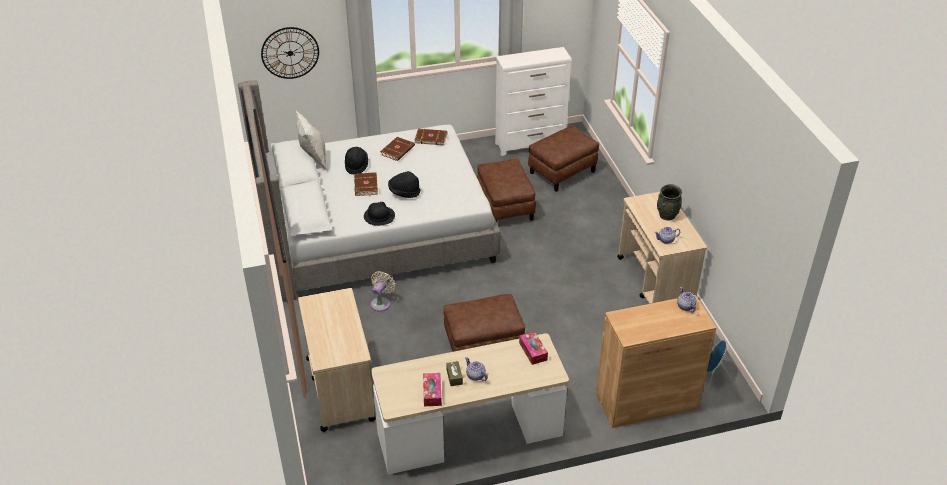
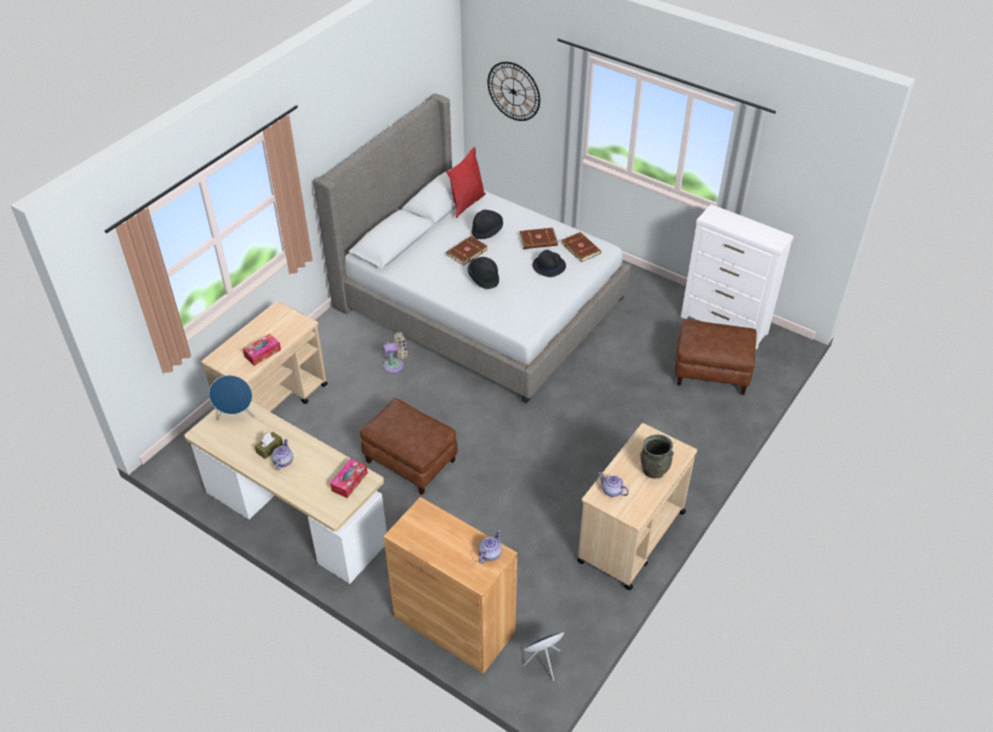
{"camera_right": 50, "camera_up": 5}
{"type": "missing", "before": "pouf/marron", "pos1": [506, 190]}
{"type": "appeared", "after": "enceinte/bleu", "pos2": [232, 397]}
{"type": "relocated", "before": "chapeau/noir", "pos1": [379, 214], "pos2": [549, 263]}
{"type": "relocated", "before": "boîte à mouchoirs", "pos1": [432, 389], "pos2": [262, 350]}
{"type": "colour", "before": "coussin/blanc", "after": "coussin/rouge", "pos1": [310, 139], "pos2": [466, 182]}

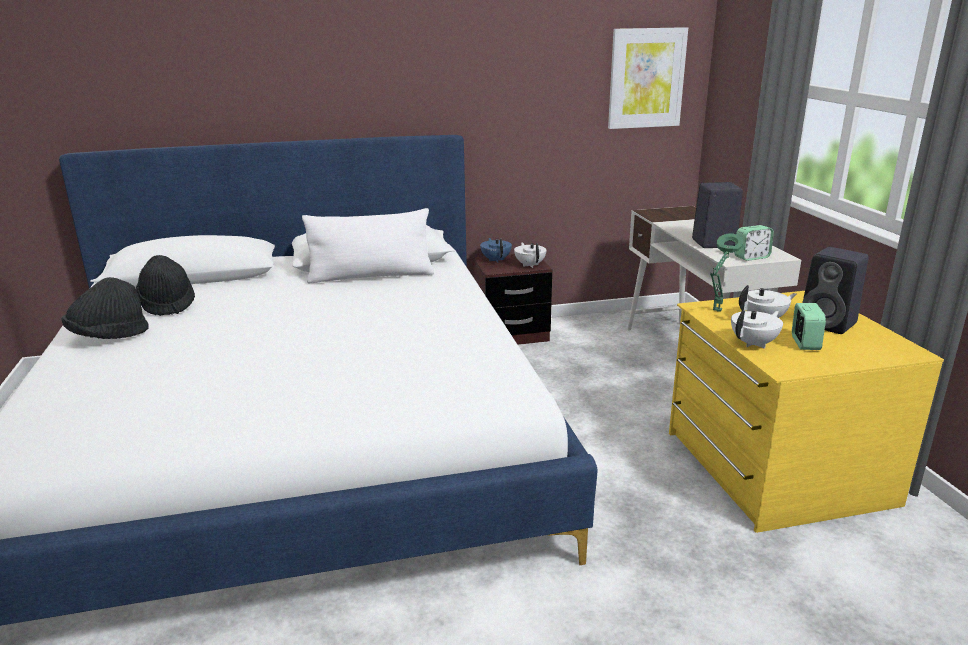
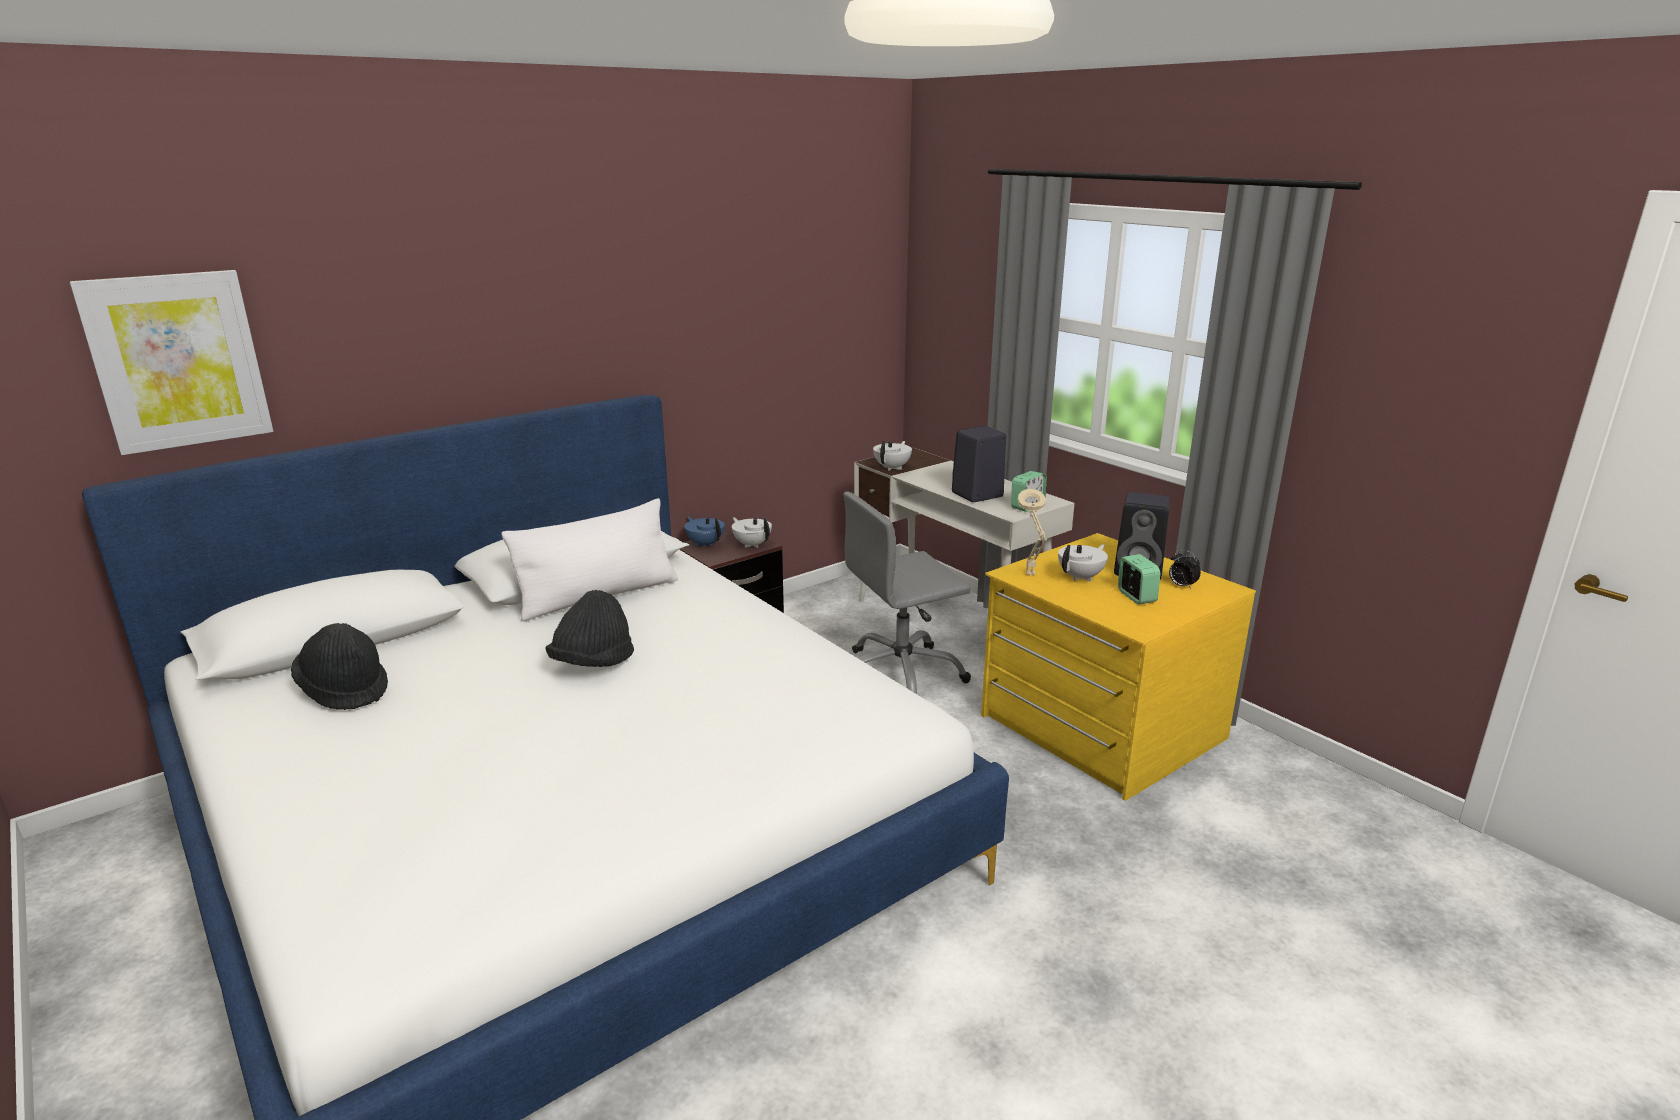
{"camera_right": -25, "camera_up": 0}
{"type": "appeared", "after": "chaise de bureau/gris", "pos2": [907, 593]}
{"type": "appeared", "after": "réveil", "pos2": [1185, 569]}
{"type": "relocated", "before": "chapeau/noir", "pos1": [105, 308], "pos2": [589, 628]}
{"type": "relocated", "before": "tableau", "pos1": [648, 78], "pos2": [171, 362]}
{"type": "relocated", "before": "théière/blanc", "pos1": [757, 329], "pos2": [892, 455]}
{"type": "colour", "before": "lampe de table/vert", "after": "lampe de table/beige", "pos1": [726, 272], "pos2": [1032, 532]}

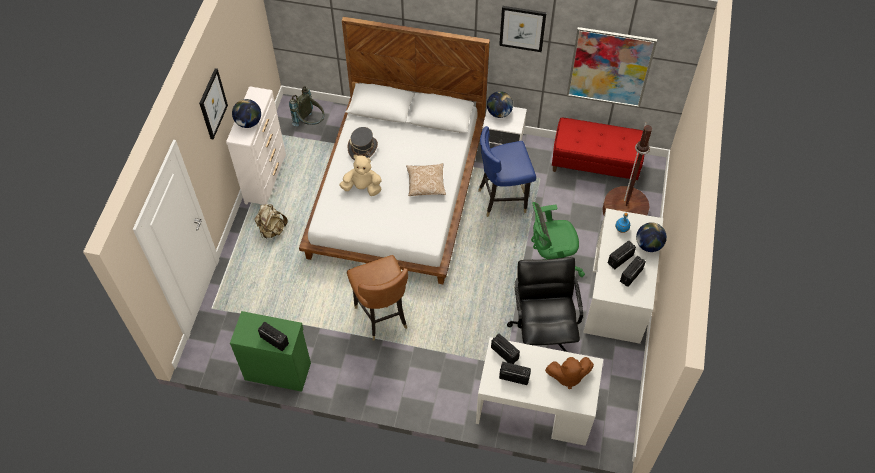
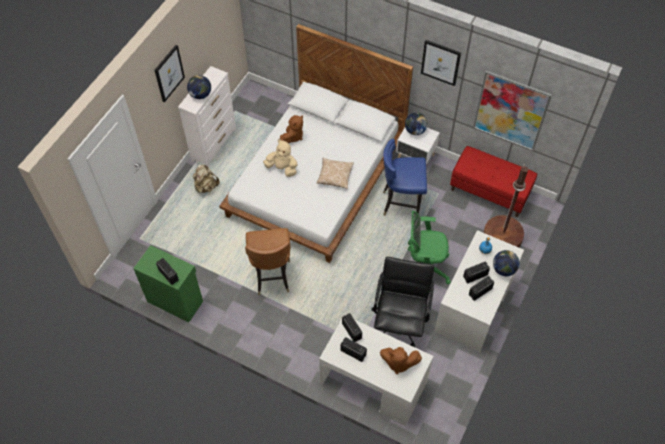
{"camera_right": 15, "camera_up": 0}
{"type": "missing", "before": "sac à dos/gris", "pos1": [306, 106]}
{"type": "exchanged", "before": "chapeau/gris", "after": "peluche/marron", "pos1": [363, 144], "pos2": [291, 129]}

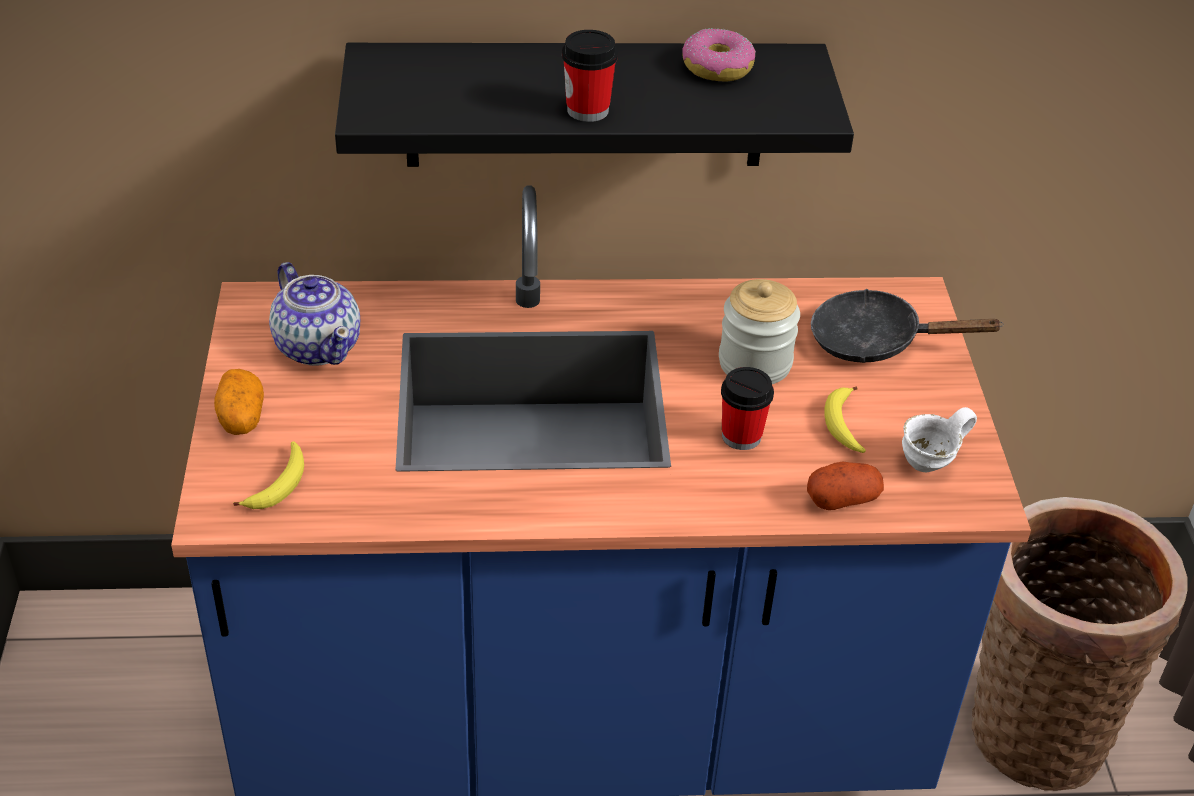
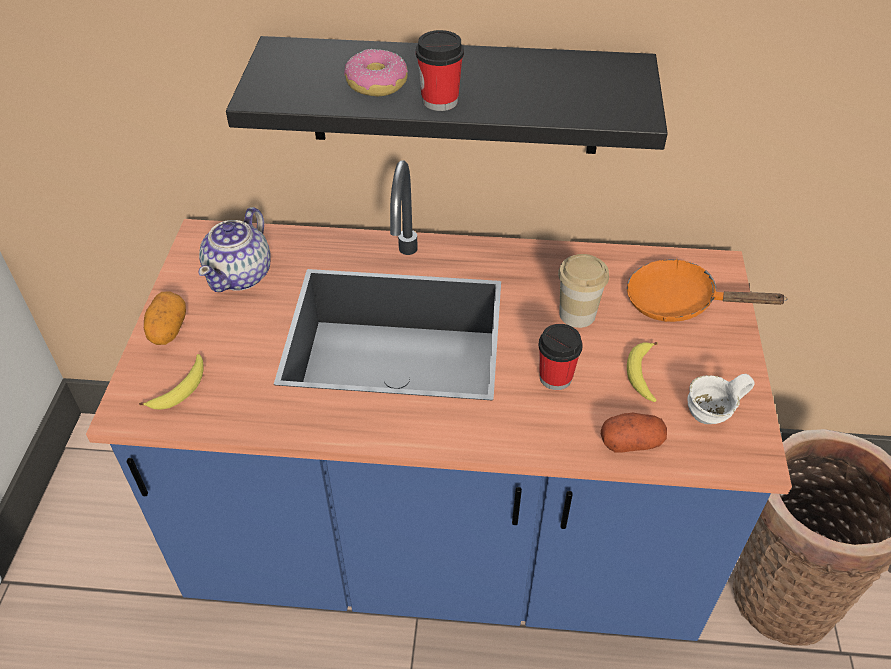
{"camera_right": 10, "camera_up": 5}
{"type": "relocated", "before": "beignet", "pos1": [719, 54], "pos2": [376, 72]}
{"type": "exchanged", "before": "bocal", "after": "tasse", "pos1": [759, 331], "pos2": [583, 291]}
{"type": "colour", "before": "poêle/noir", "after": "poêle/orange", "pos1": [907, 326], "pos2": [707, 290]}
{"type": "spun", "before": "théière", "pos1": [314, 314], "pos2": [235, 249], "turn": 45}

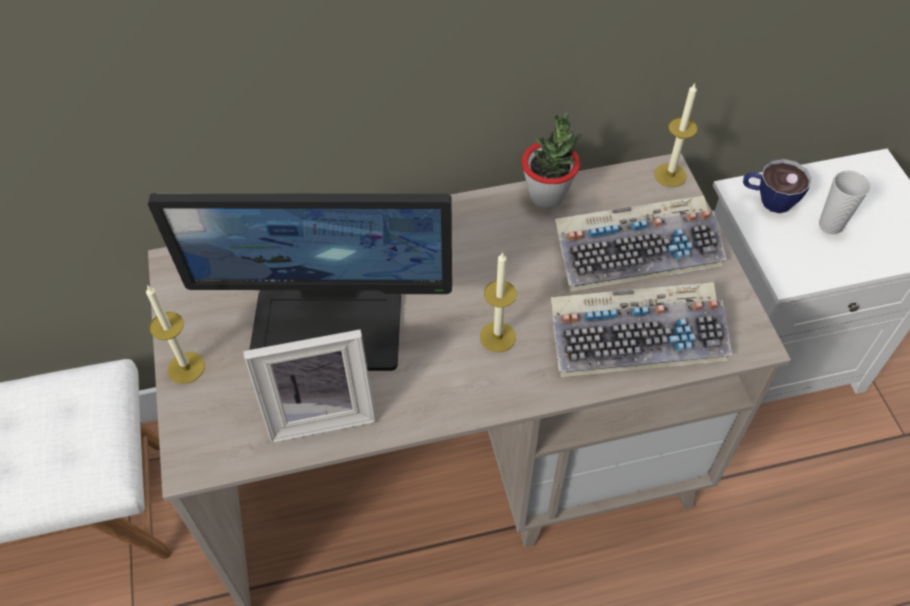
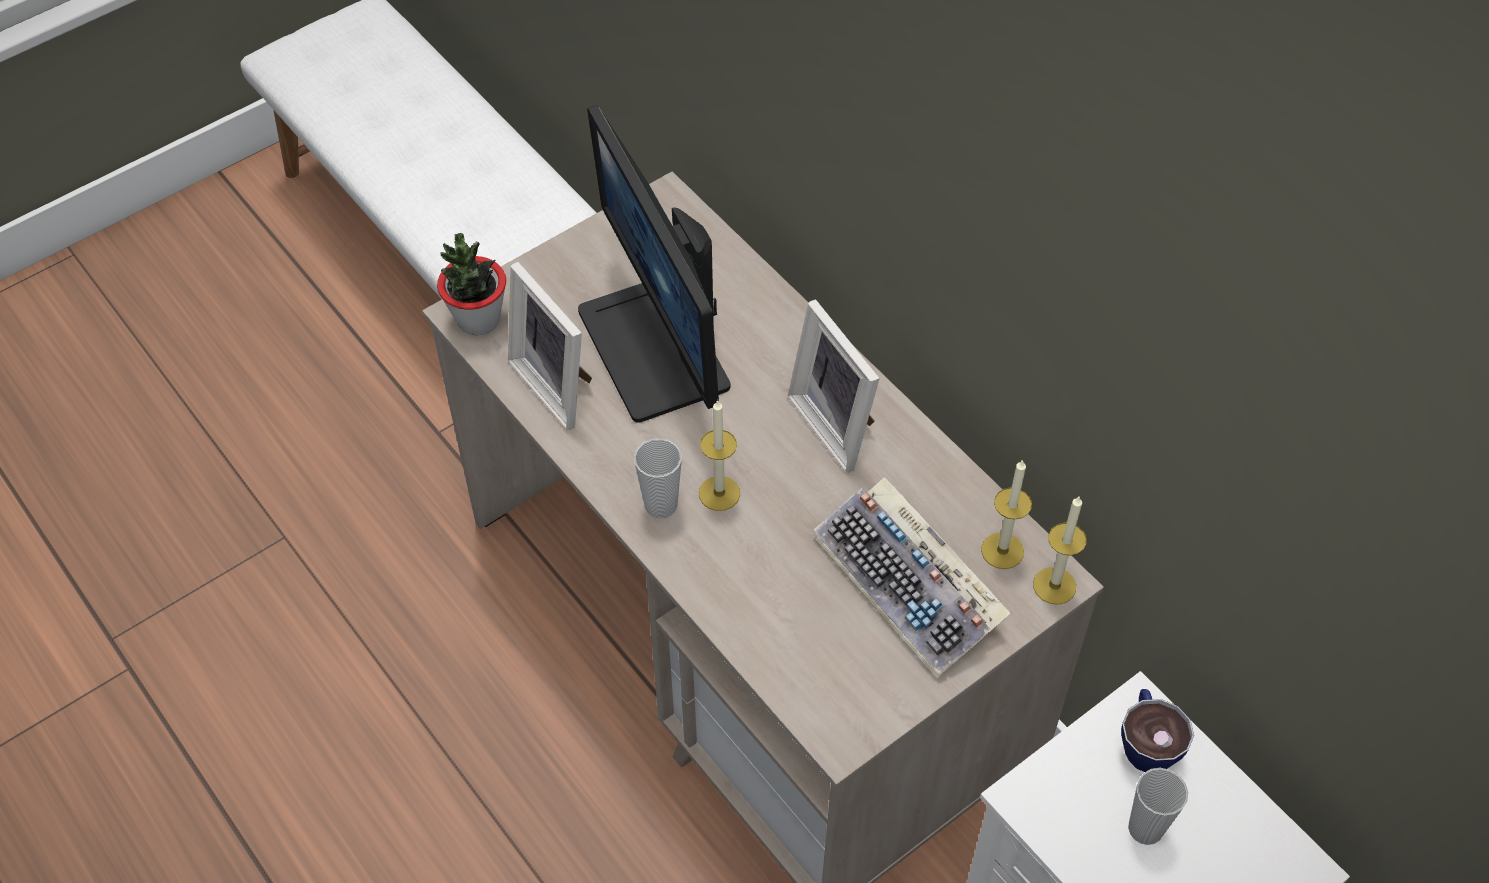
{"camera_right": 65, "camera_up": 0}
{"type": "missing", "before": "clavier", "pos1": [641, 329]}
{"type": "appeared", "after": "tasse", "pos2": [658, 478]}
{"type": "appeared", "after": "cadre photo", "pos2": [834, 386]}
{"type": "relocated", "before": "bougie", "pos1": [175, 334], "pos2": [1006, 514]}
{"type": "relocated", "before": "plante en pot", "pos1": [552, 160], "pos2": [471, 284]}

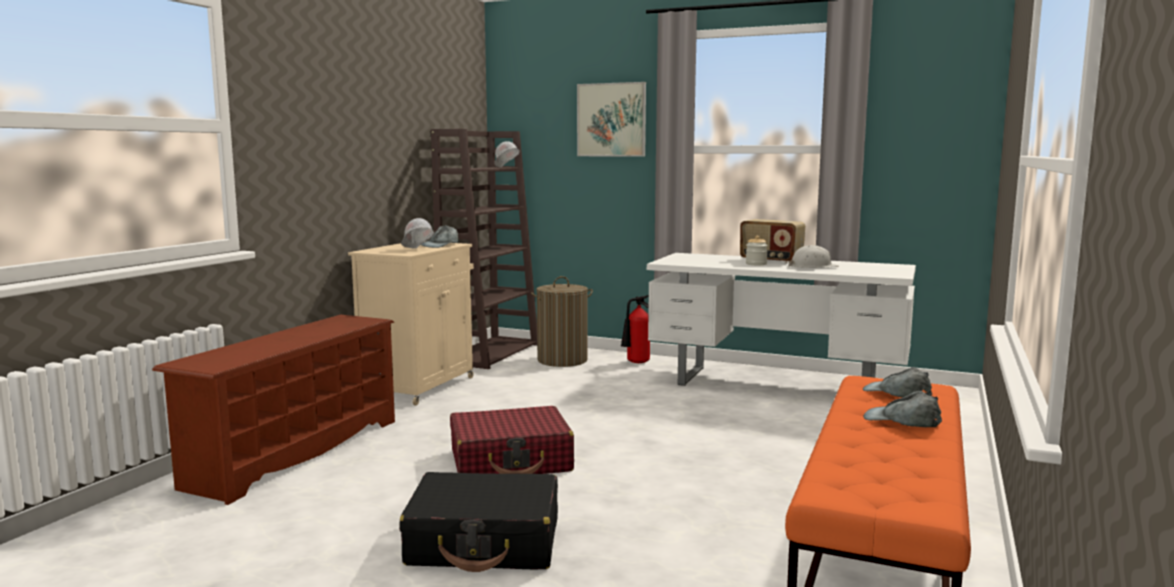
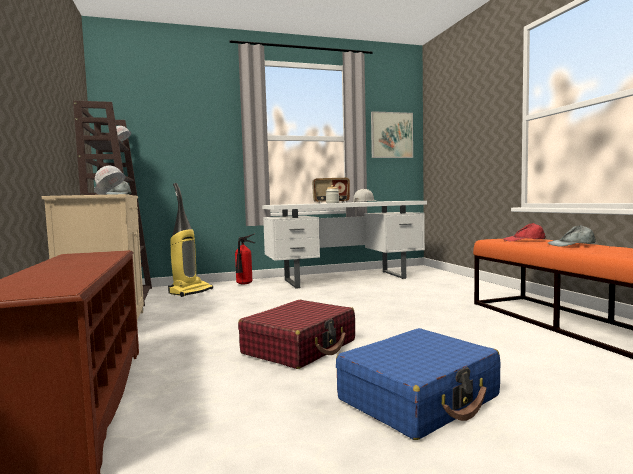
{"camera_right": -40, "camera_up": -5}
{"type": "relocated", "before": "tableau", "pos1": [611, 119], "pos2": [392, 134]}
{"type": "exchanged", "before": "panier à linge", "after": "aspirateur", "pos1": [562, 321], "pos2": [190, 240]}
{"type": "colour", "before": "valise/noir", "after": "valise/bleu", "pos1": [478, 522], "pos2": [418, 384]}
{"type": "colour", "before": "casquette/gris", "after": "casquette/rouge", "pos1": [897, 382], "pos2": [525, 232]}

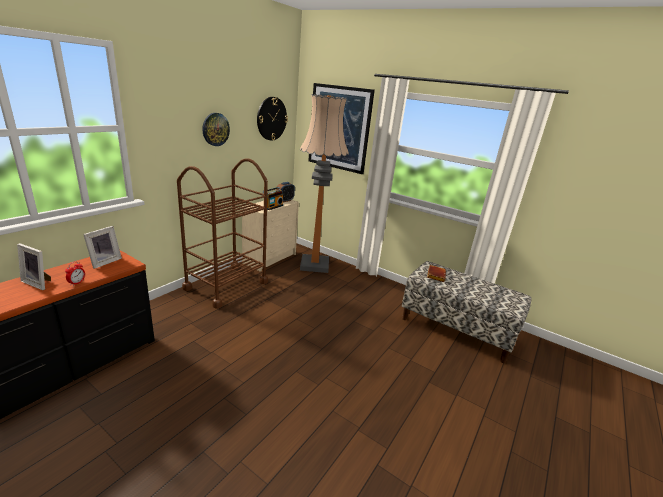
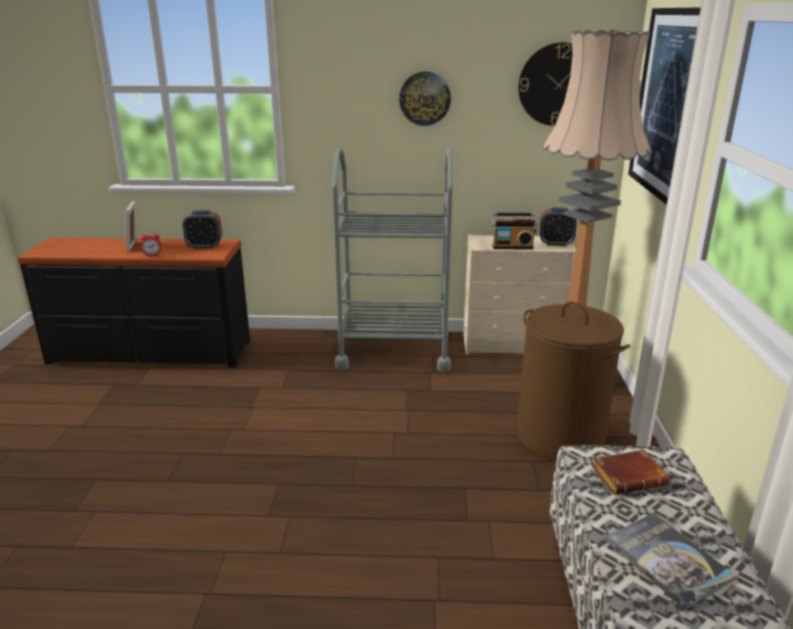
{"camera_right": 60, "camera_up": 0}
{"type": "appeared", "after": "panier à linge/marron", "pos2": [573, 381]}
{"type": "appeared", "after": "livre", "pos2": [670, 561]}
{"type": "exchanged", "before": "cadre photo", "after": "réveil", "pos1": [102, 247], "pos2": [202, 229]}
{"type": "colour", "before": "chariot/marron", "after": "chariot/gris", "pos1": [222, 233], "pos2": [392, 259]}

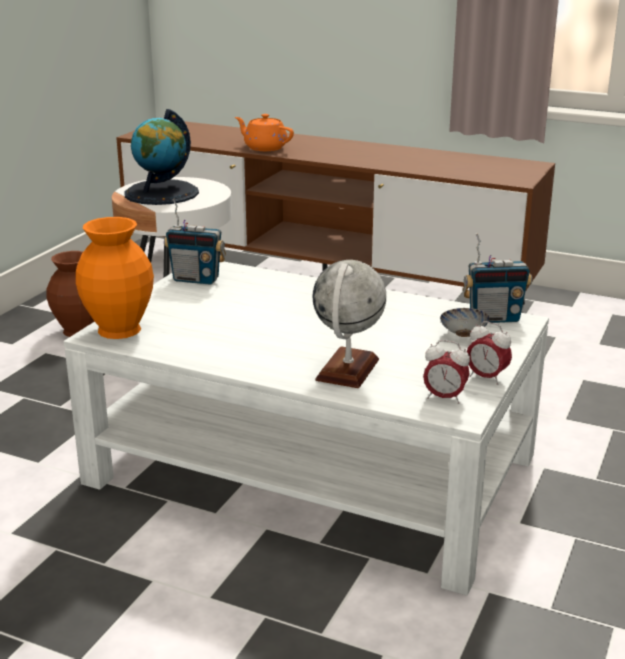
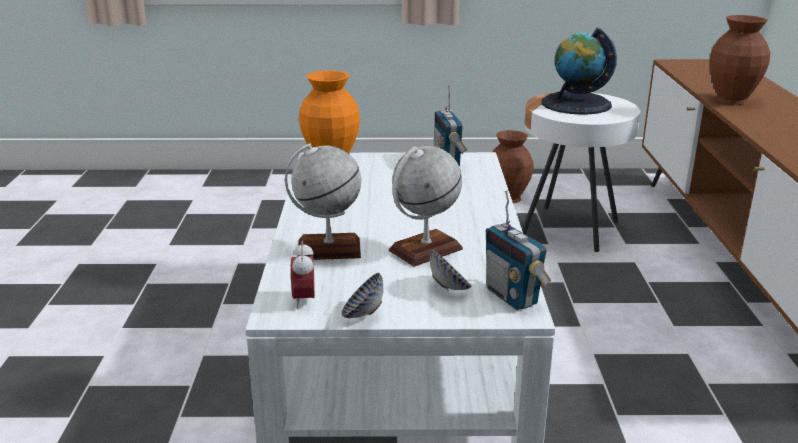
{"camera_right": 65, "camera_up": 0}
{"type": "appeared", "after": "globe", "pos2": [426, 206]}
{"type": "exchanged", "before": "théière/orange", "after": "vase/marron", "pos1": [264, 132], "pos2": [740, 60]}
{"type": "exchanged", "before": "réveil", "after": "bol", "pos1": [489, 353], "pos2": [362, 295]}

